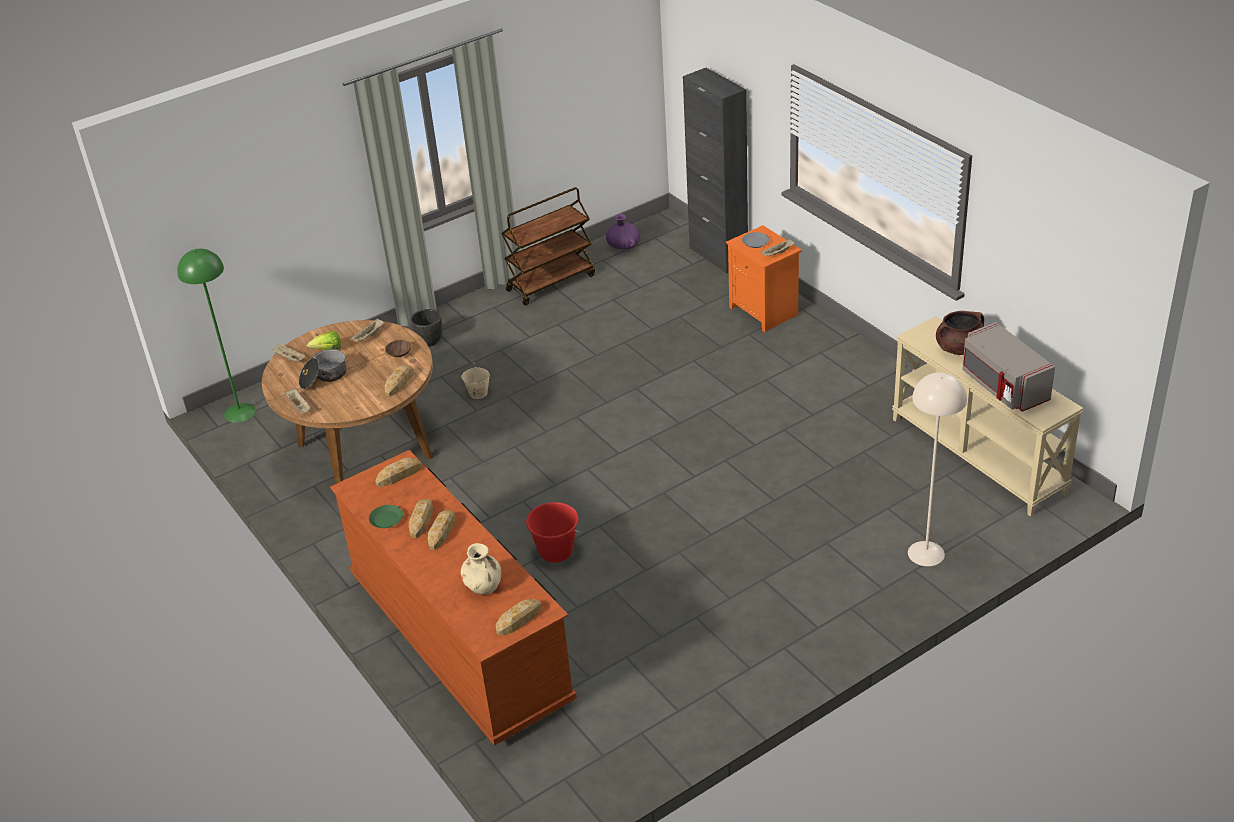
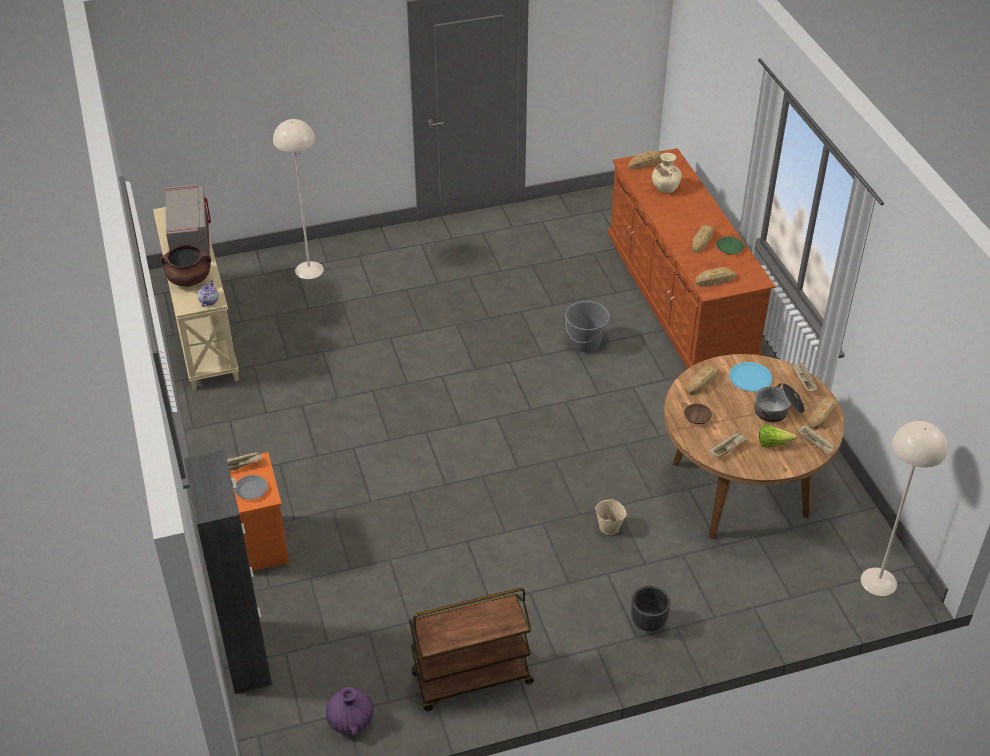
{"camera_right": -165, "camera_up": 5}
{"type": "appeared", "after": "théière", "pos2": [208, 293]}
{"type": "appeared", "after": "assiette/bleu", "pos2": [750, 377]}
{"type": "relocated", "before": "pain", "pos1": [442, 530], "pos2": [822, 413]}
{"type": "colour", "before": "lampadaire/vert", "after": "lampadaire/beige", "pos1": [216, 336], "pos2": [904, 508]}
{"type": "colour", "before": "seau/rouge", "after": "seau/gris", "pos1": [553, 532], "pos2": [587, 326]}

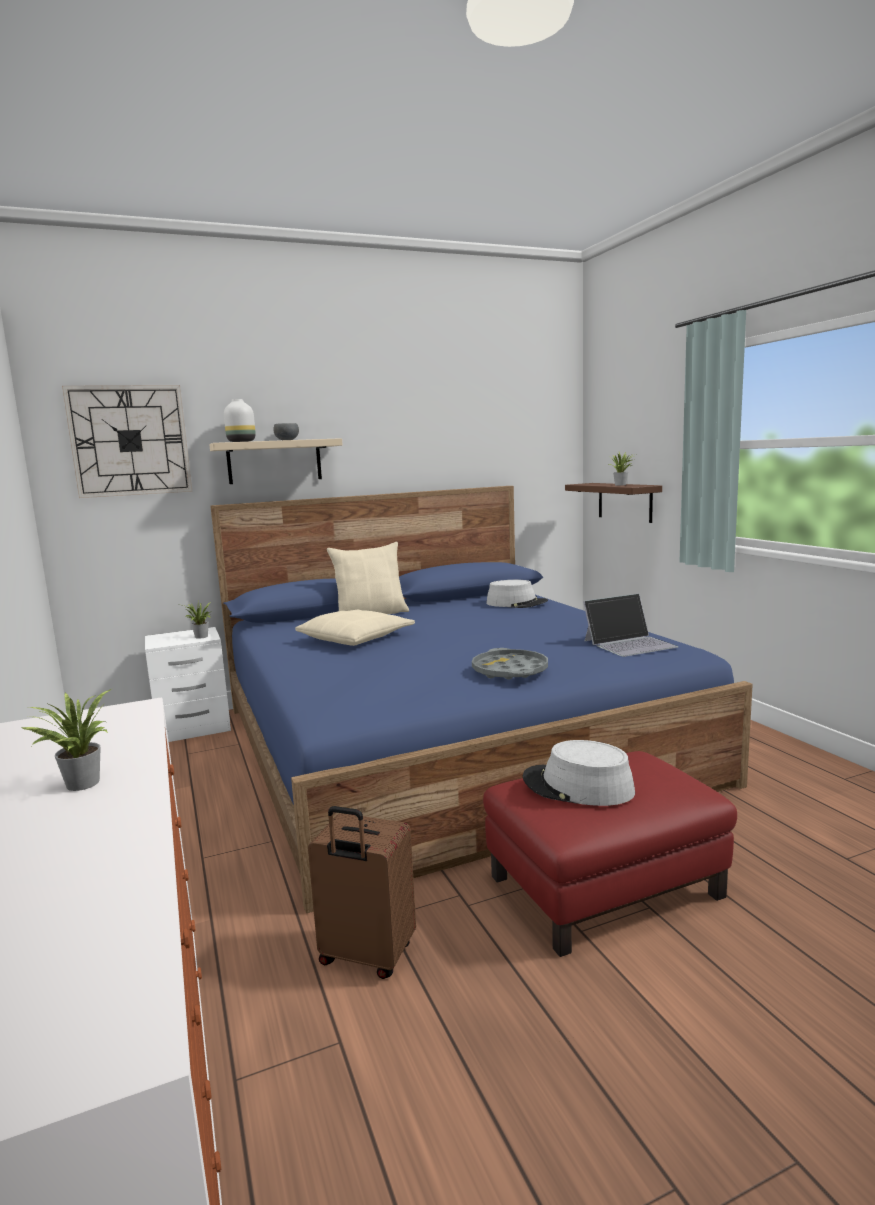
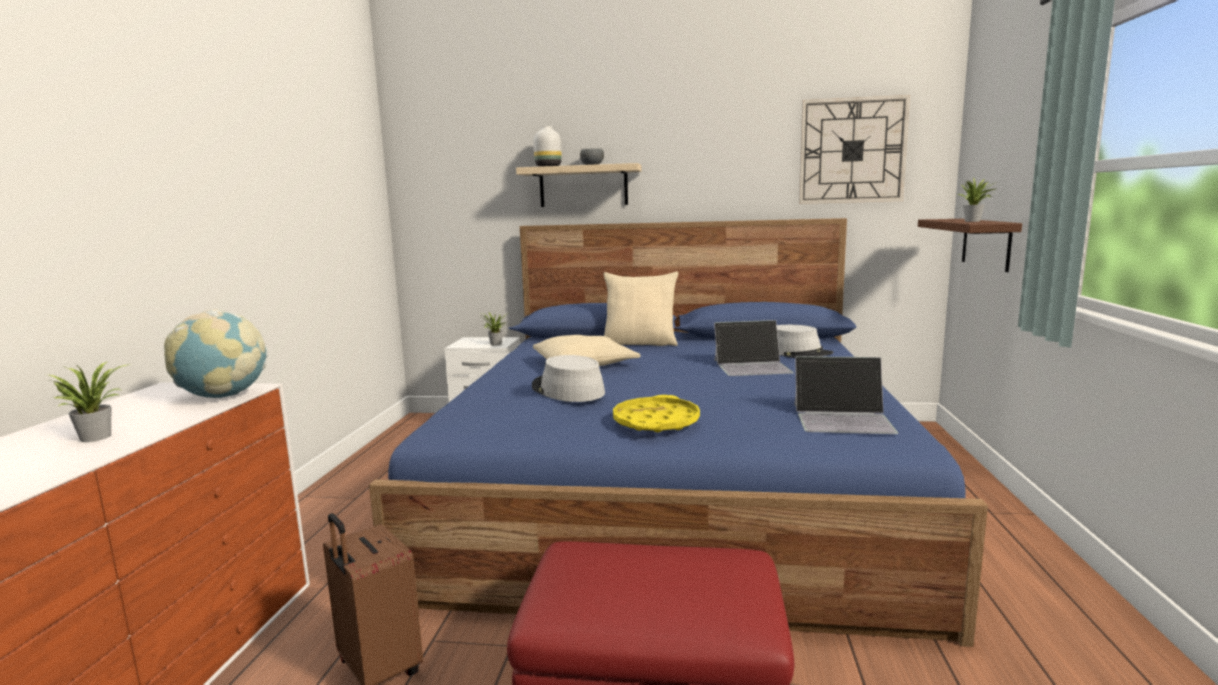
{"camera_right": 30, "camera_up": 0}
{"type": "appeared", "after": "globe", "pos2": [216, 353]}
{"type": "appeared", "after": "ordinateur portable", "pos2": [754, 348]}
{"type": "relocated", "before": "horloge murale", "pos1": [127, 441], "pos2": [854, 149]}
{"type": "relocated", "before": "chapeau/gris", "pos1": [579, 773], "pos2": [568, 378]}
{"type": "colour", "before": "plateau/gris", "after": "plateau/jaune", "pos1": [510, 664], "pos2": [656, 413]}

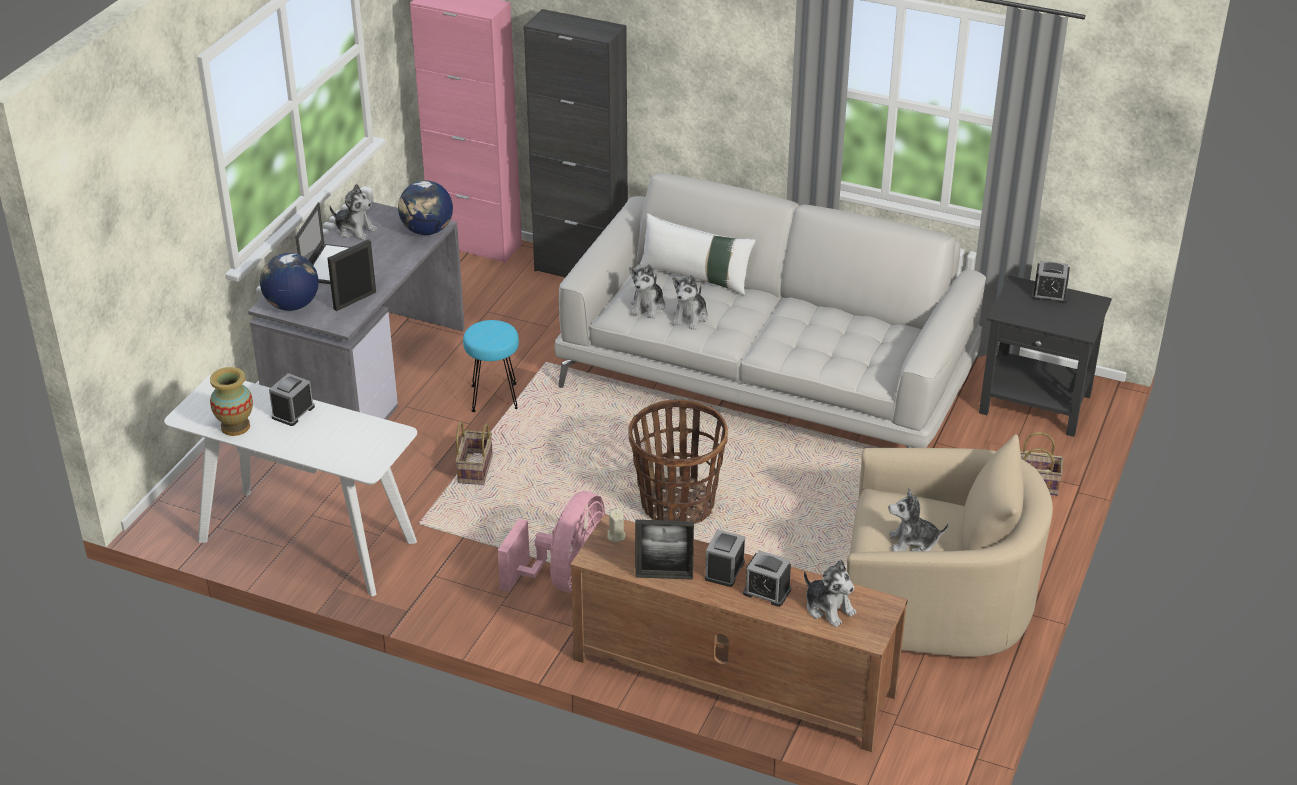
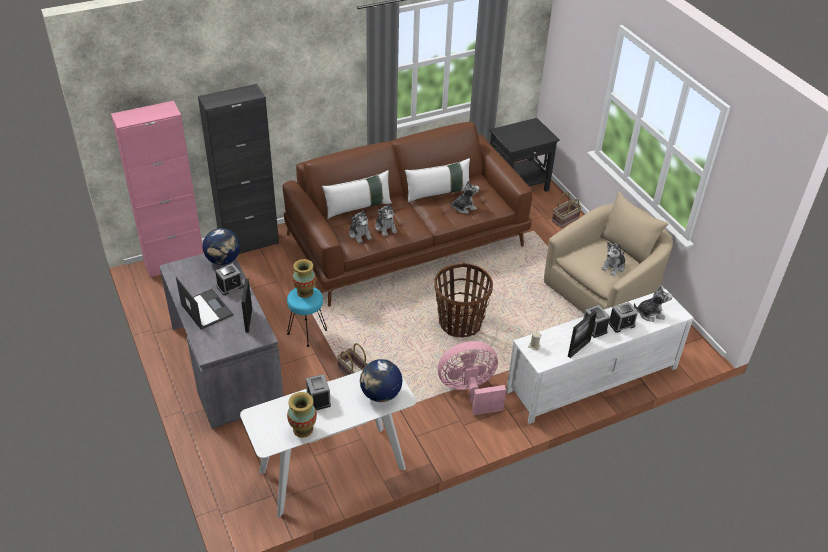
{"camera_right": -50, "camera_up": 5}
{"type": "appeared", "after": "vase", "pos2": [304, 278]}
{"type": "appeared", "after": "coussin/blanc", "pos2": [437, 180]}
{"type": "relocated", "before": "globe", "pos1": [289, 282], "pos2": [381, 380]}
{"type": "relocated", "before": "peluche", "pos1": [353, 212], "pos2": [464, 197]}
{"type": "relocated", "before": "réveil", "pos1": [1050, 282], "pos2": [230, 279]}
{"type": "colour", "before": "canapé/blanc", "after": "canapé/marron", "pos1": [770, 310], "pos2": [407, 214]}
{"type": "colour", "before": "meuble télé/marron", "after": "meuble télé/blanc", "pos1": [739, 633], "pos2": [600, 356]}
{"type": "spun", "before": "ventilateur/rose", "pos1": [551, 542], "pos2": [472, 378], "turn": -75}

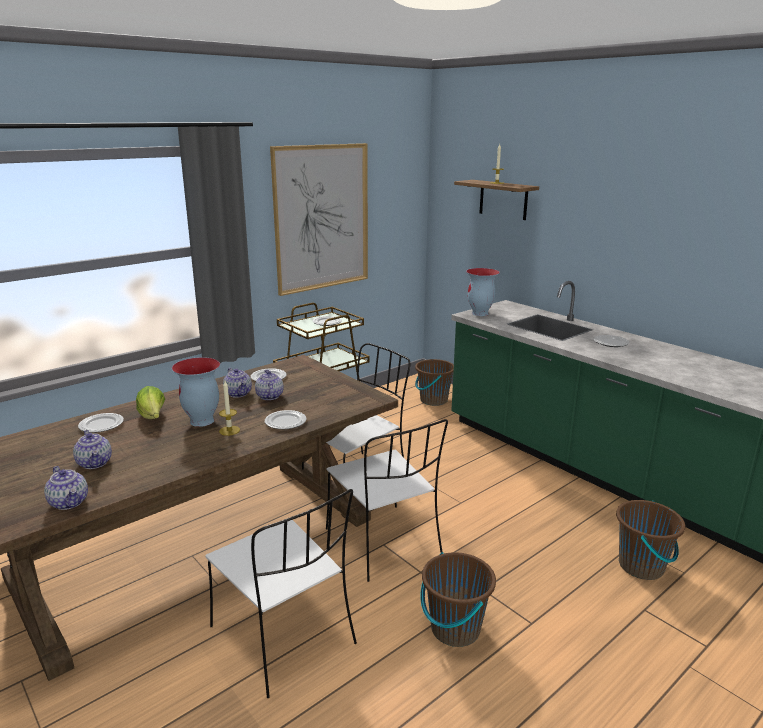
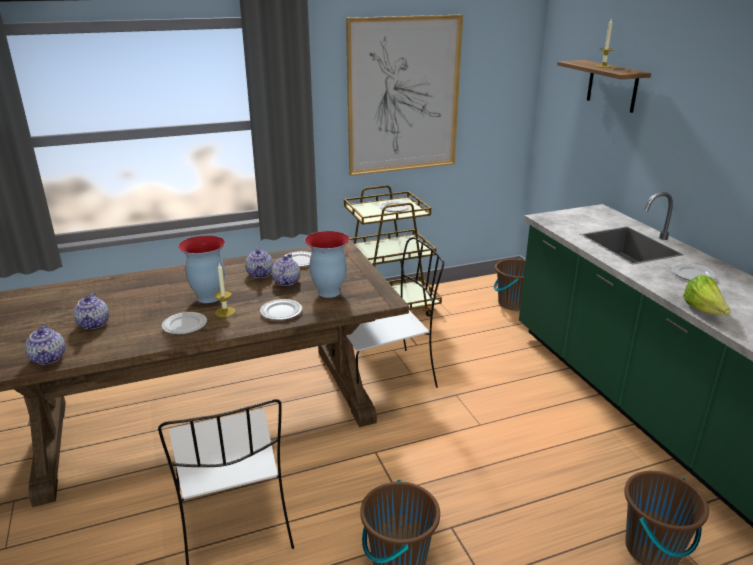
{"camera_right": 20, "camera_up": 5}
{"type": "missing", "before": "chaise/blanc", "pos1": [387, 500]}
{"type": "relocated", "before": "assiette", "pos1": [101, 423], "pos2": [184, 323]}
{"type": "relocated", "before": "laitue", "pos1": [150, 402], "pos2": [707, 295]}
{"type": "relocated", "before": "vase", "pos1": [483, 292], "pos2": [327, 264]}

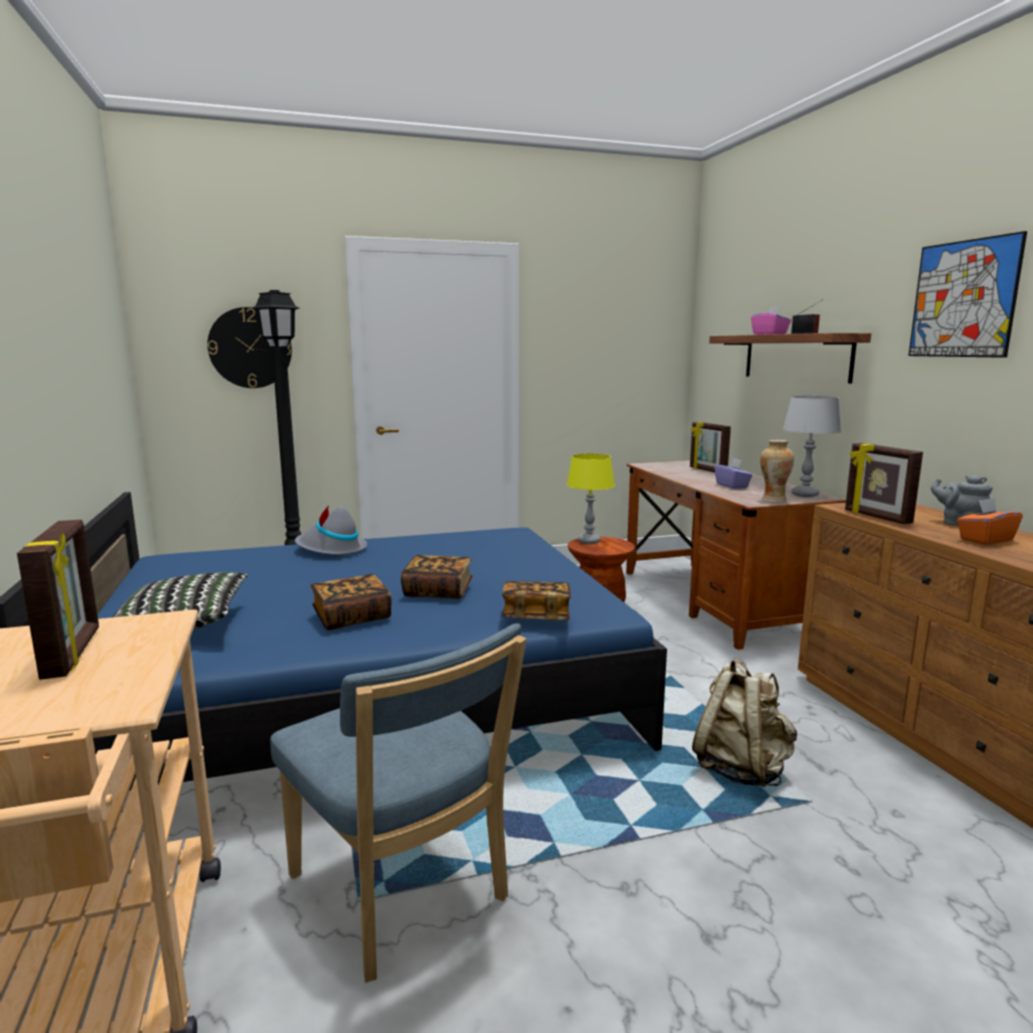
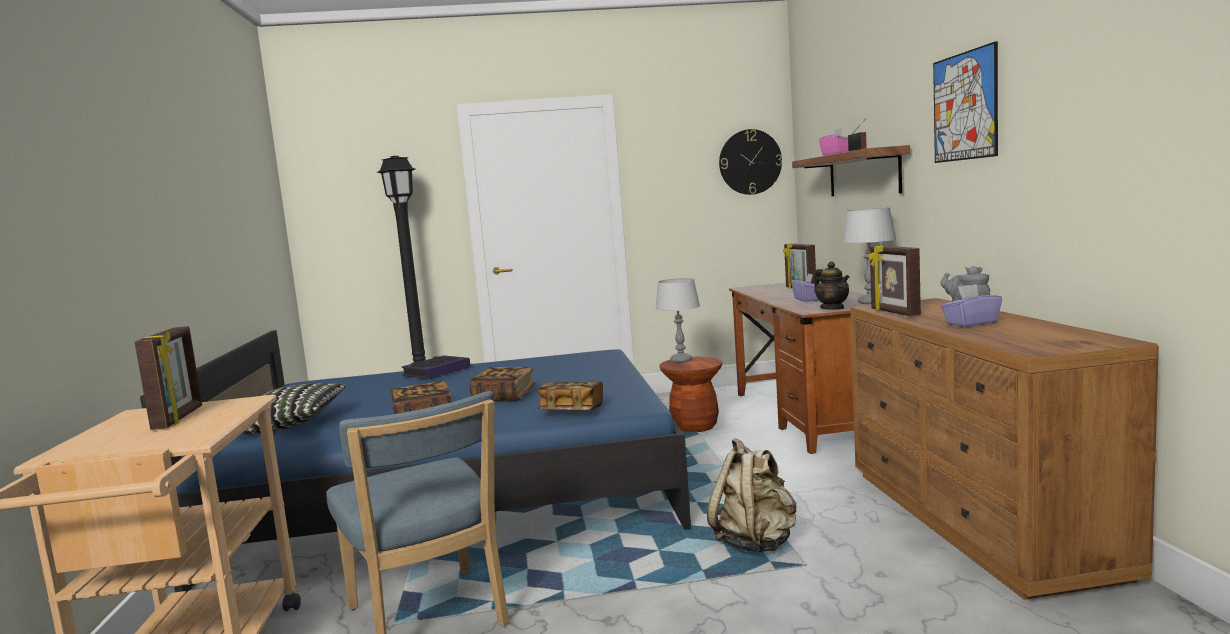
{"camera_right": 10, "camera_up": -5}
{"type": "relocated", "before": "horloge murale", "pos1": [249, 347], "pos2": [750, 162]}
{"type": "exchanged", "before": "chapeau/gris", "after": "livre", "pos1": [331, 530], "pos2": [436, 367]}
{"type": "exchanged", "before": "vase", "after": "théière", "pos1": [777, 471], "pos2": [832, 286]}
{"type": "colour", "before": "lampe de table/jaune", "after": "lampe de table/gris", "pos1": [591, 498], "pos2": [677, 320]}
{"type": "colour", "before": "boîte à mouchoirs/orange", "after": "boîte à mouchoirs/violet", "pos1": [990, 521], "pos2": [971, 305]}

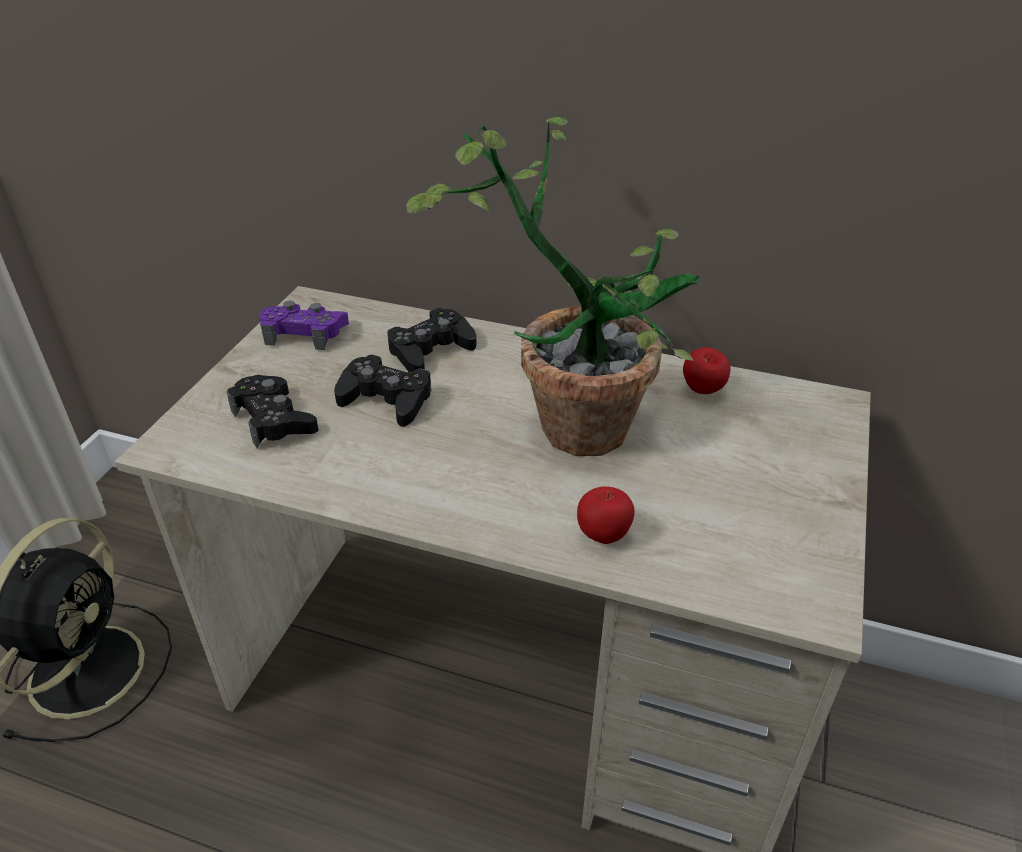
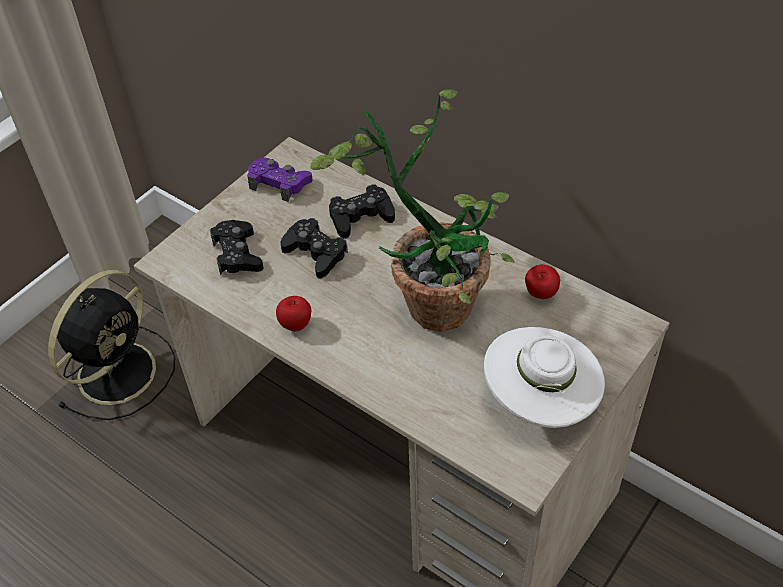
{"camera_right": 20, "camera_up": 10}
{"type": "appeared", "after": "chapeau/blanc", "pos2": [544, 377]}
{"type": "relocated", "before": "pomme", "pos1": [606, 515], "pos2": [293, 313]}

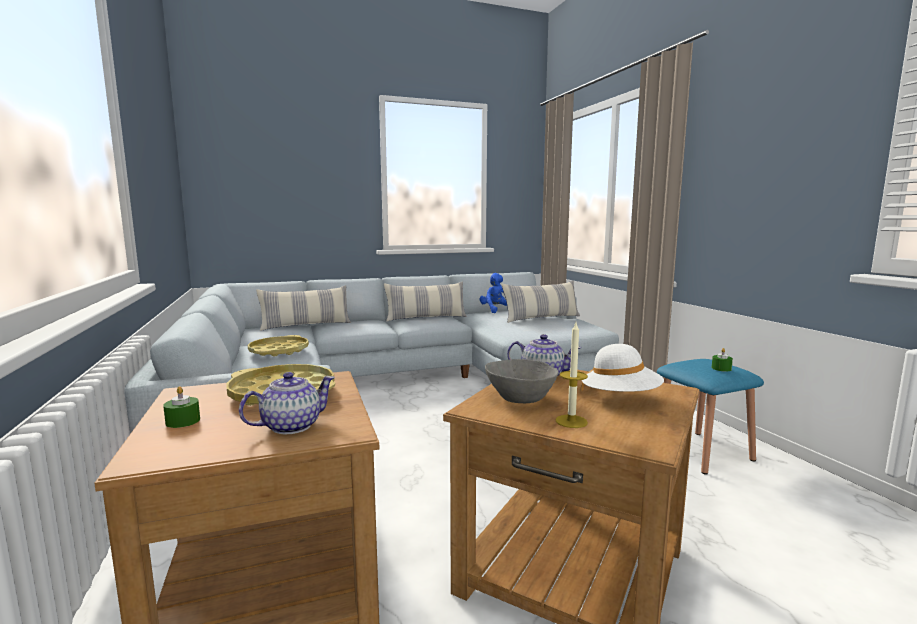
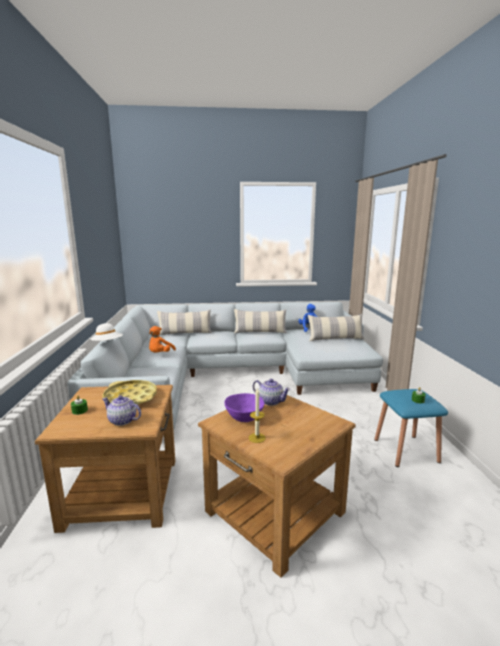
{"camera_right": 15, "camera_up": 5}
{"type": "relocated", "before": "chapeau/blanc", "pos1": [622, 368], "pos2": [107, 332]}
{"type": "exchanged", "before": "plateau/jaune", "after": "peluche/orange", "pos1": [278, 345], "pos2": [162, 339]}
{"type": "colour", "before": "bol/gris", "after": "bol/violet", "pos1": [522, 381], "pos2": [244, 407]}
{"type": "spun", "before": "théière", "pos1": [287, 403], "pos2": [121, 411], "turn": -135}

